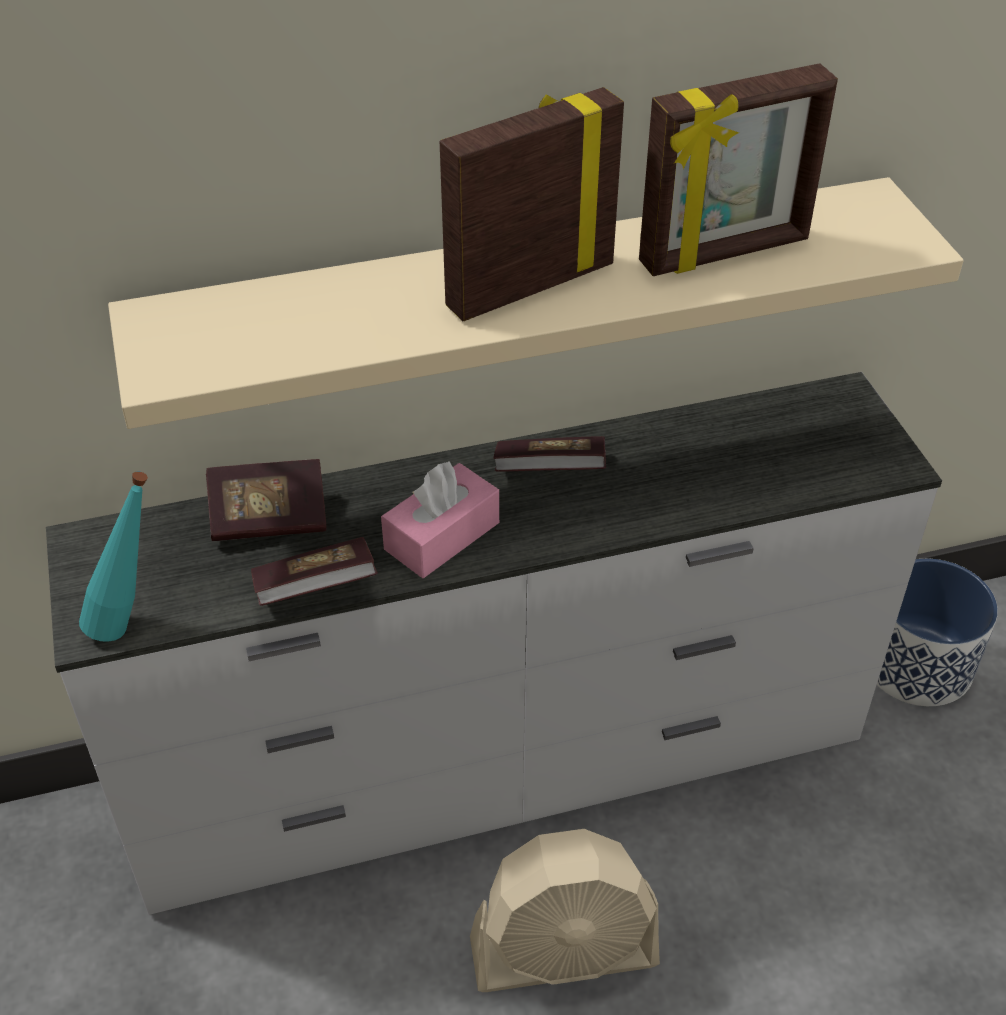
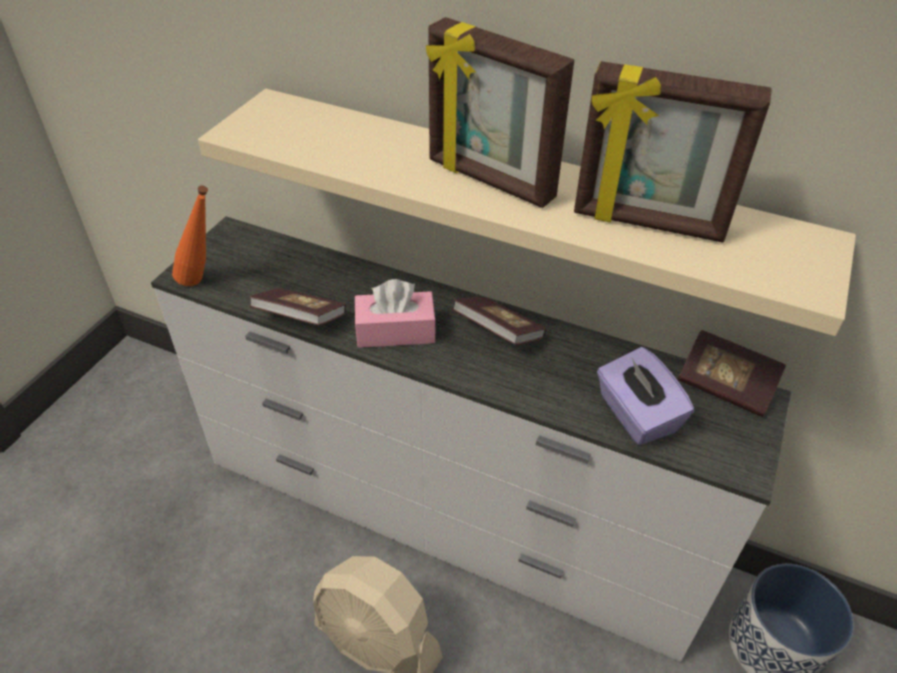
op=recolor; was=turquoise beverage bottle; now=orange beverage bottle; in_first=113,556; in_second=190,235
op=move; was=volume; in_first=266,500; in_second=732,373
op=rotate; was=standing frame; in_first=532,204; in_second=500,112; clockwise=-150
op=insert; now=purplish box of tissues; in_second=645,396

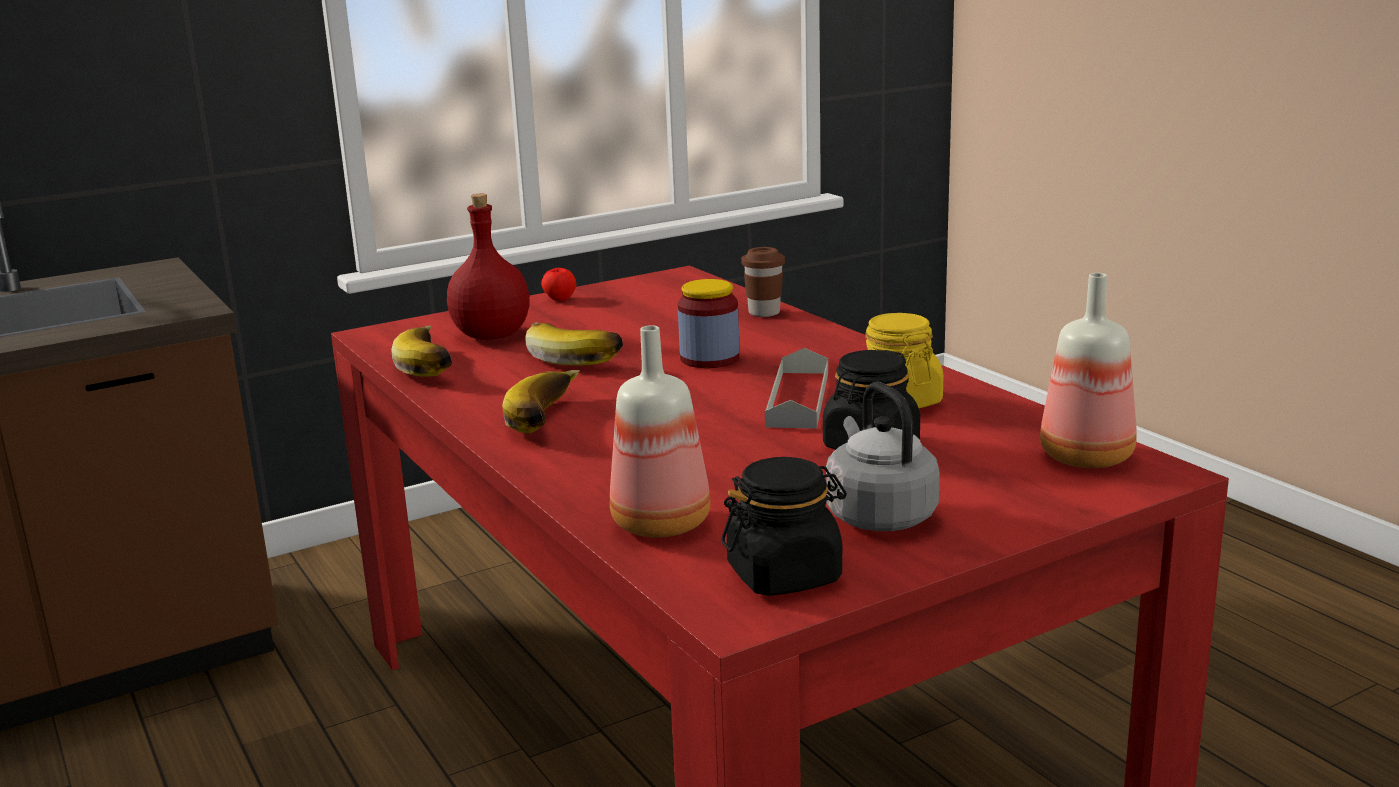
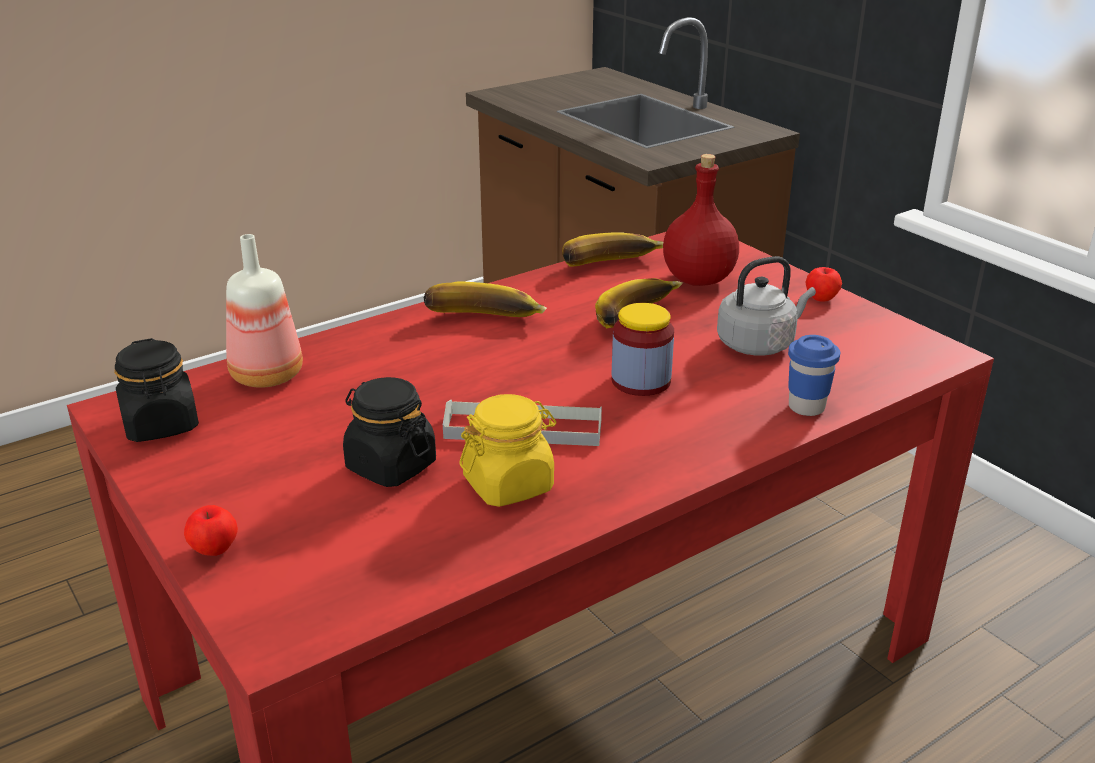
op=recolor; was=brownish drinking cup; now=blue-coloured drinking cup; in_first=763,282; in_second=814,375
op=move; was=greyish kettle; in_first=883,456; in_second=766,306
op=delete; was=beverage bottle; in_first=1088,370
op=insert; now=apple; in_second=211,530

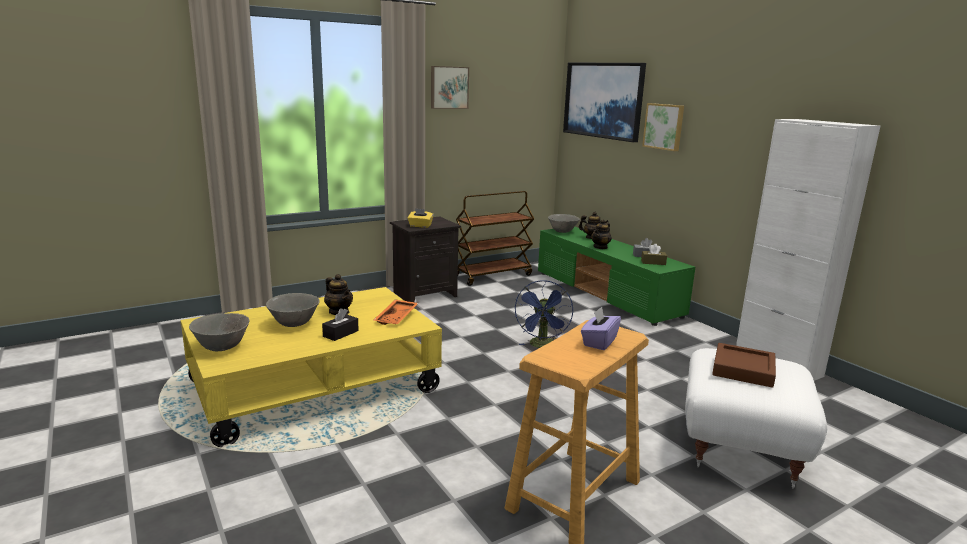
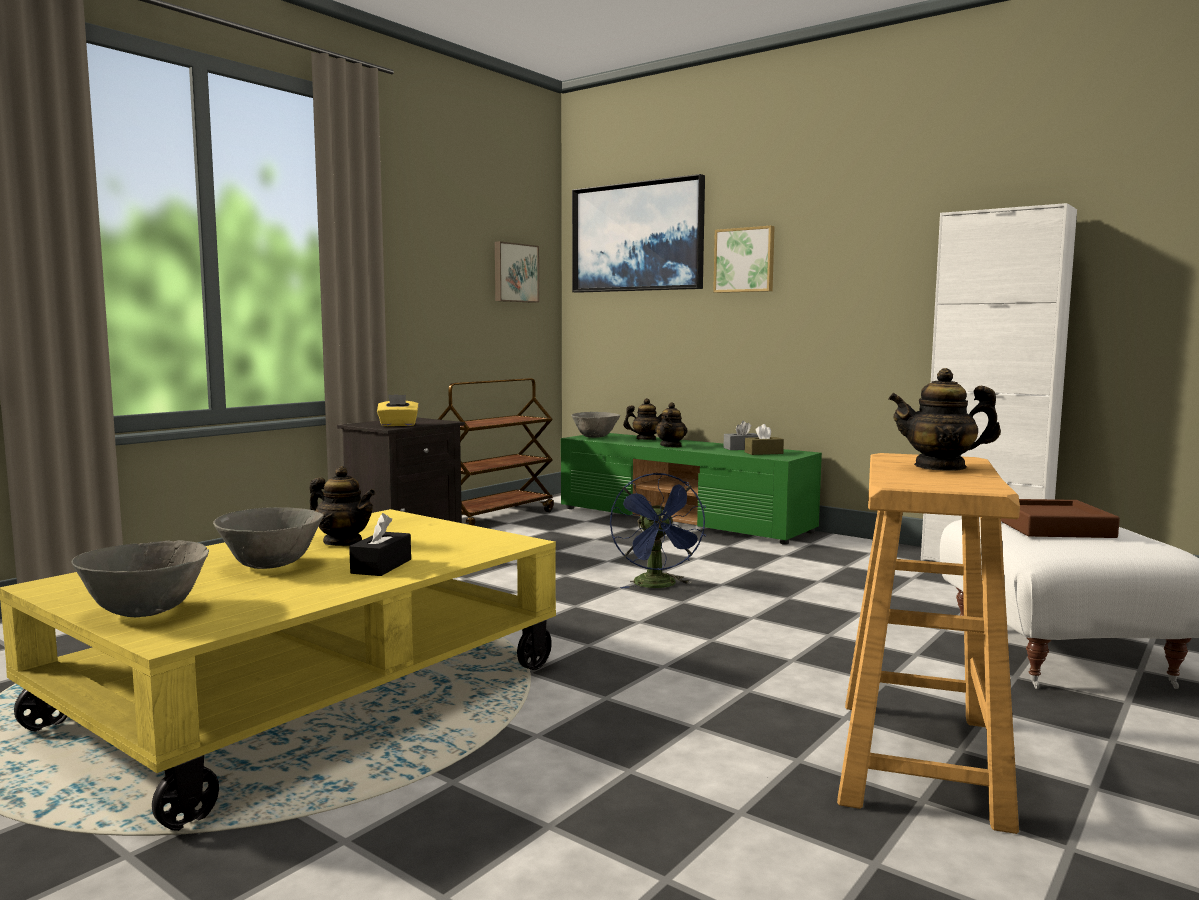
op=delete; was=orange tray; in_first=395,312
op=move; was=wall picture; in_first=450,87; in_second=517,272
op=replace; was=purplish box of tissues; now=teapot; in_first=601,328; in_second=944,419

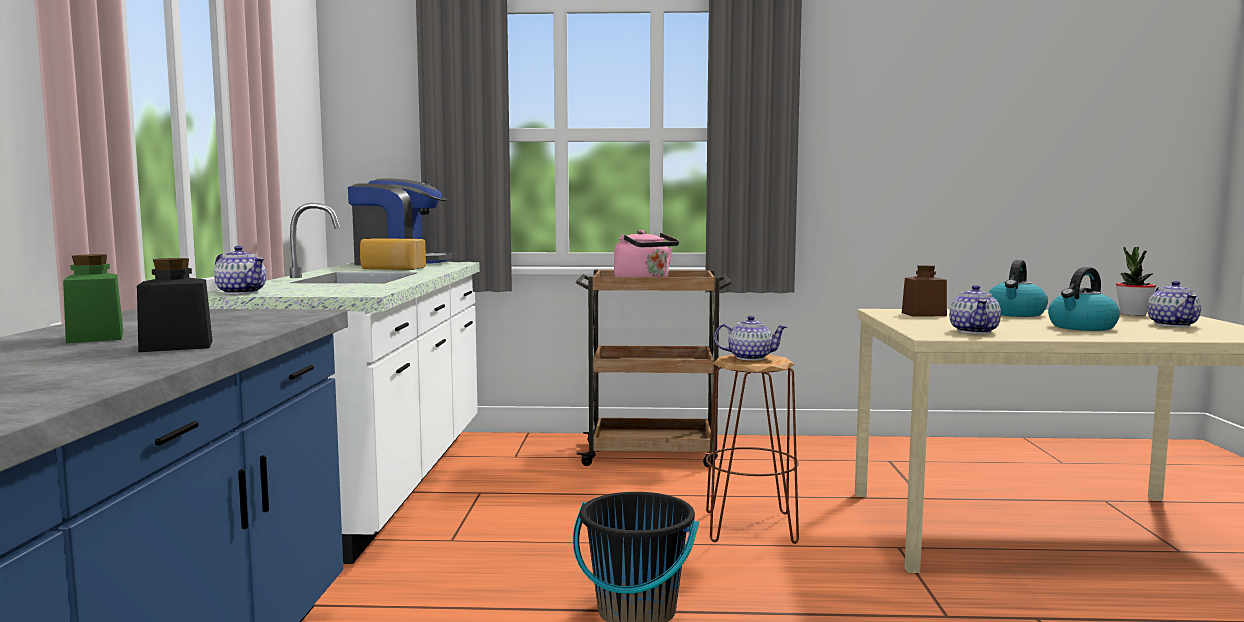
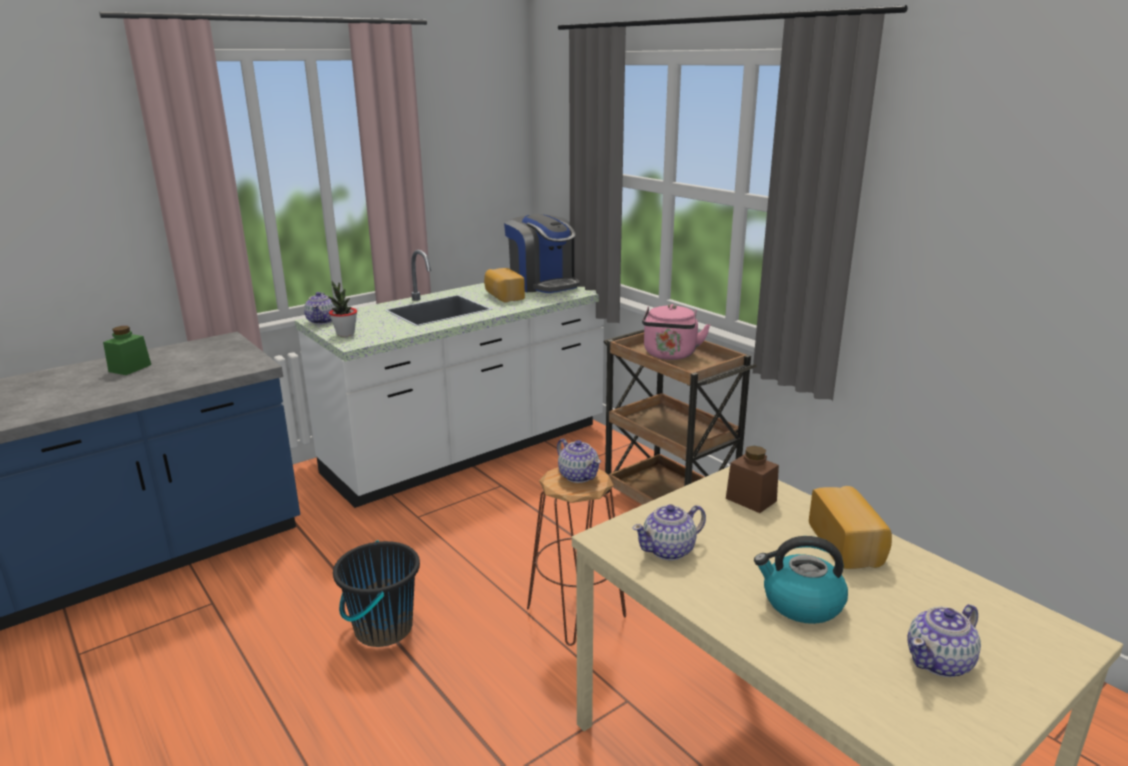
op=delete; was=black-coloured storage jar; in_first=175,305
op=replace; was=kettle; now=bakery bread; in_first=1018,288; in_second=850,527
op=move; was=potted plant; in_first=1136,281; in_second=343,309

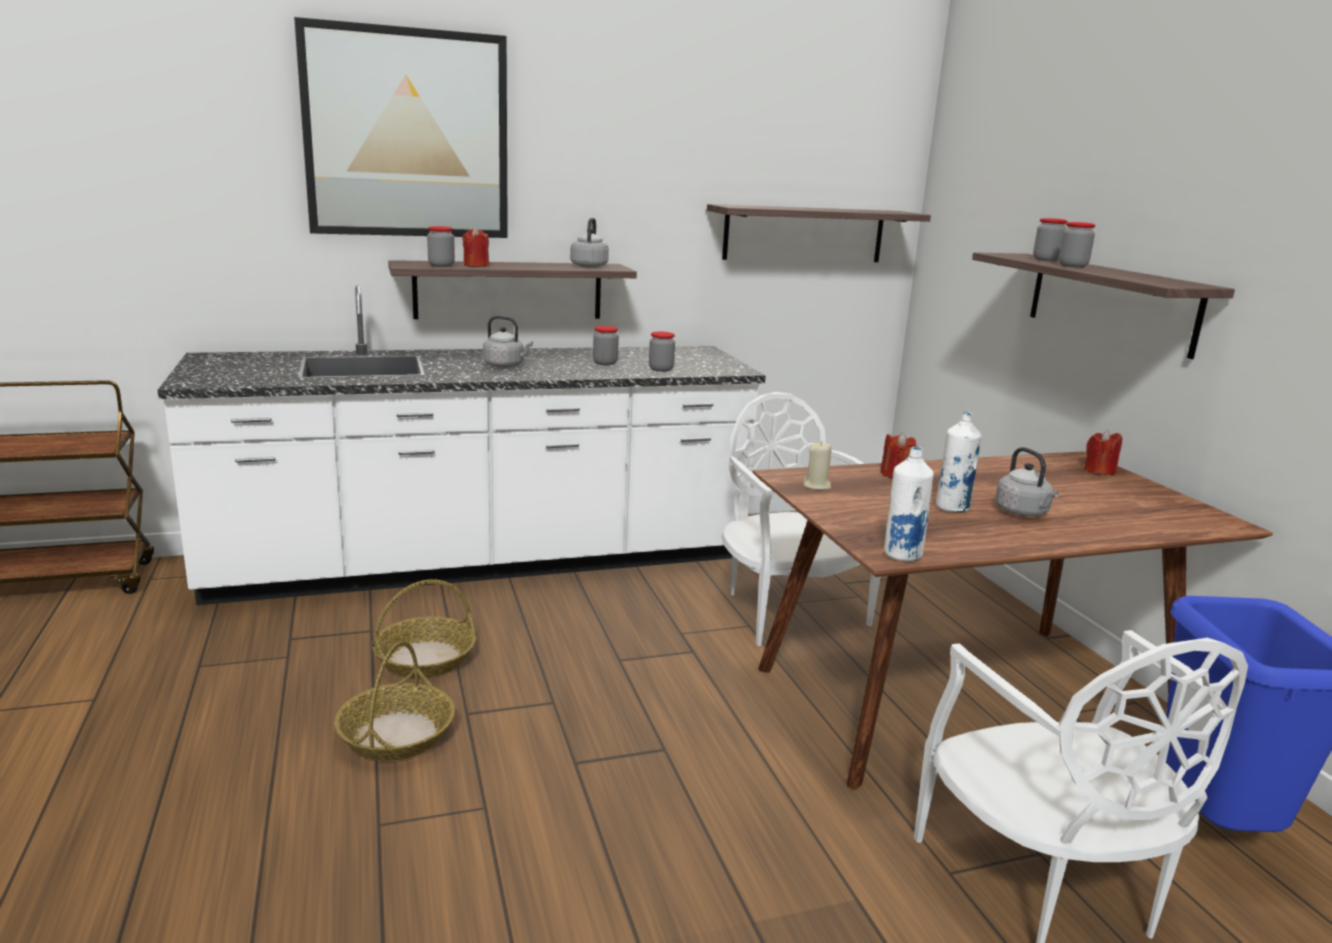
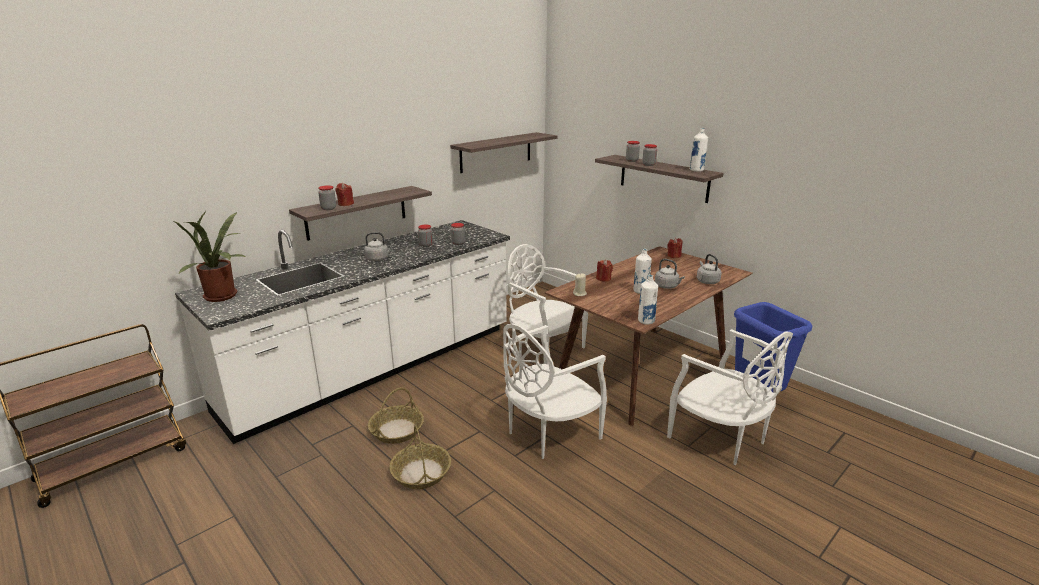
op=delete; was=wall picture; in_first=401,127
op=move; was=greyish kettle; in_first=589,243; in_second=709,269
op=insert; now=potted plant; in_second=208,256
op=insert; now=white-coloured upright chair; in_second=555,391
op=insert; now=white-coloured beverage bottle; in_second=699,150

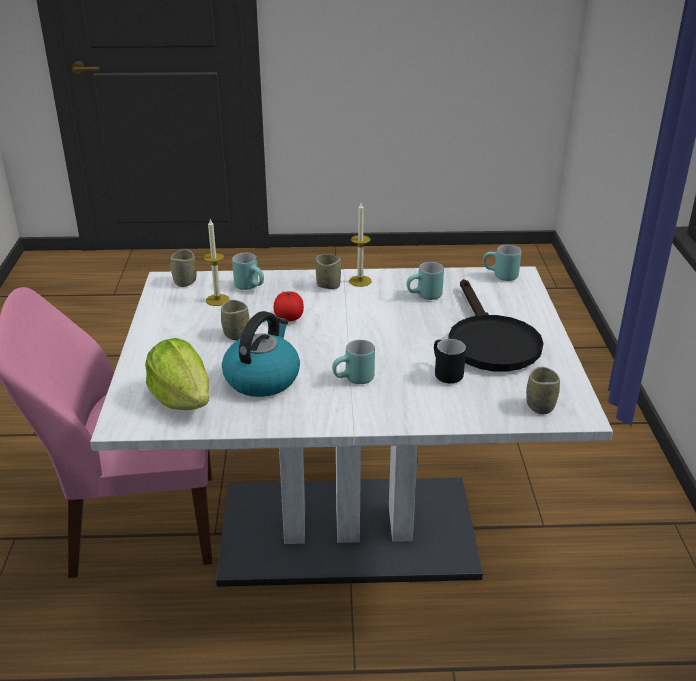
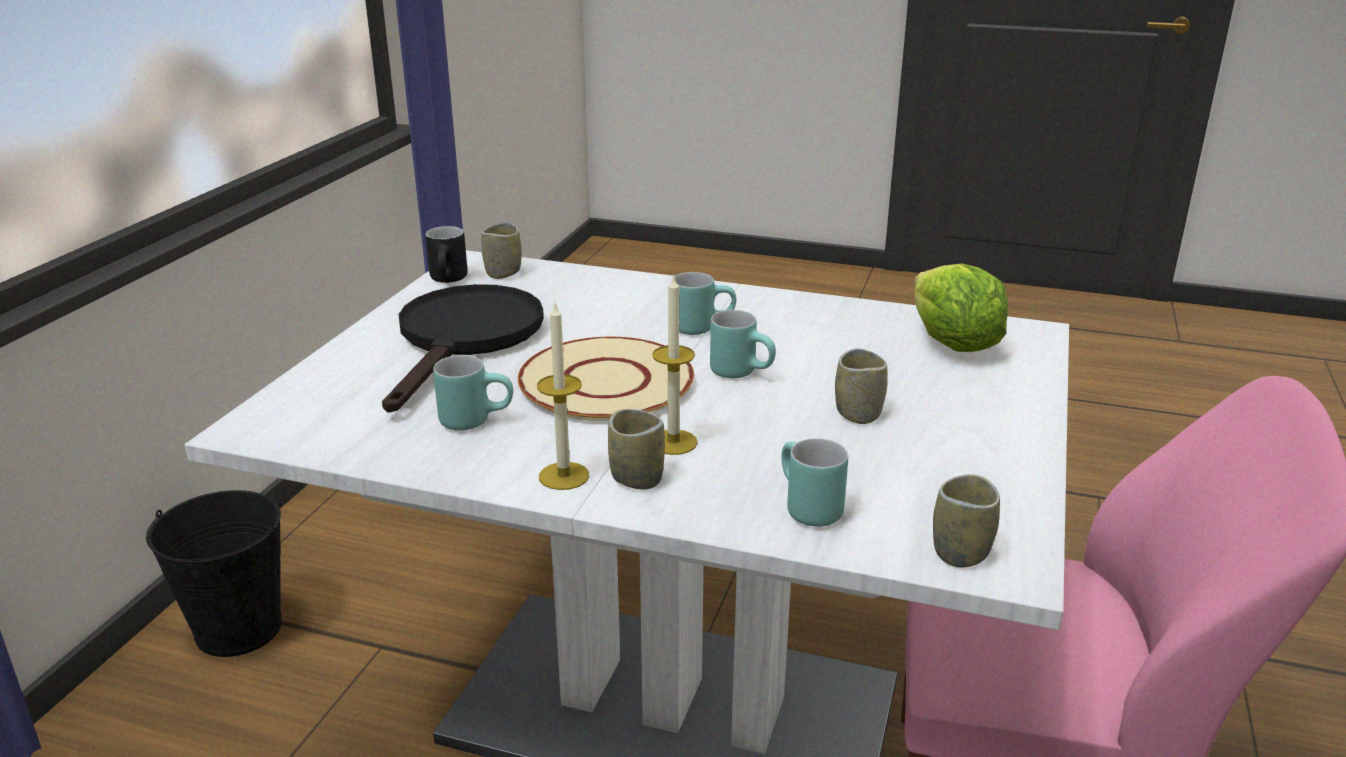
op=move; was=wax light; in_first=216,262; in_second=675,364
op=delete; was=kettle; in_first=261,354
op=delete; was=fresh tomato; in_first=288,306
op=move; was=black-coloured coffee mug; in_first=450,361; in_second=447,254
op=move; was=turquoise coffee mug; in_first=502,262; in_second=743,344
op=insert; now=black-coloured pail; in_second=214,573
op=insert; now=sand-coloured flat dish; in_second=606,379

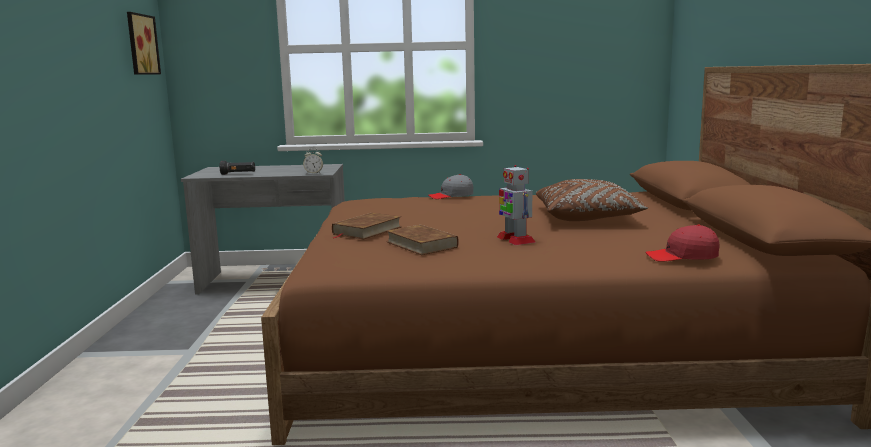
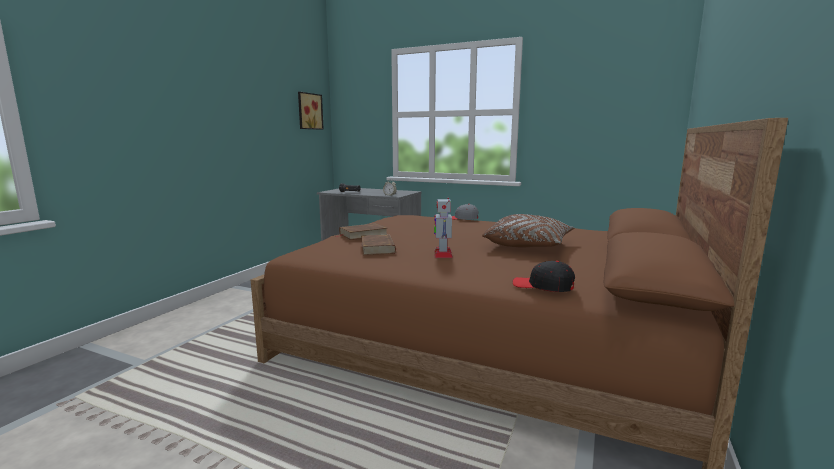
op=recolor; was=reddish baseball cap; now=black-coloured baseball cap; in_first=682,243; in_second=543,276

